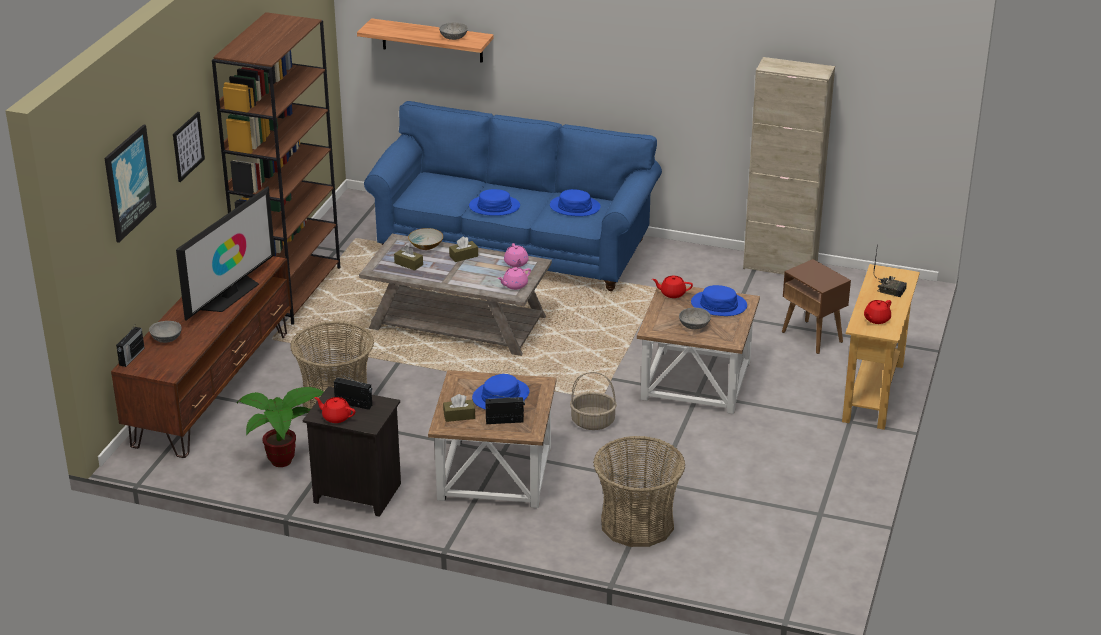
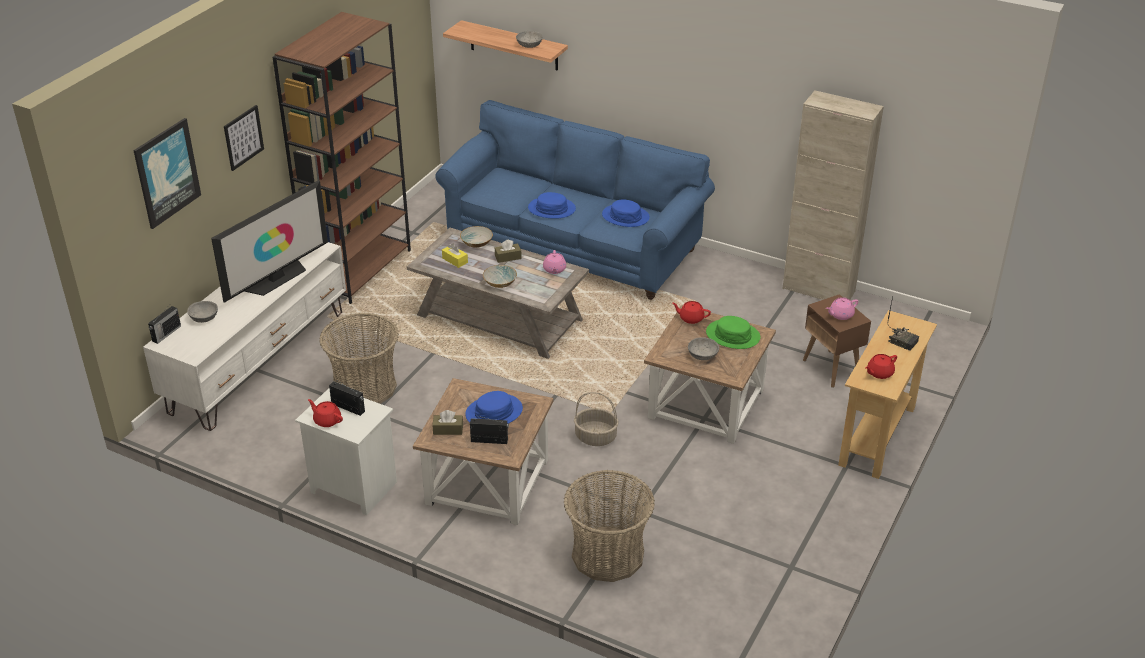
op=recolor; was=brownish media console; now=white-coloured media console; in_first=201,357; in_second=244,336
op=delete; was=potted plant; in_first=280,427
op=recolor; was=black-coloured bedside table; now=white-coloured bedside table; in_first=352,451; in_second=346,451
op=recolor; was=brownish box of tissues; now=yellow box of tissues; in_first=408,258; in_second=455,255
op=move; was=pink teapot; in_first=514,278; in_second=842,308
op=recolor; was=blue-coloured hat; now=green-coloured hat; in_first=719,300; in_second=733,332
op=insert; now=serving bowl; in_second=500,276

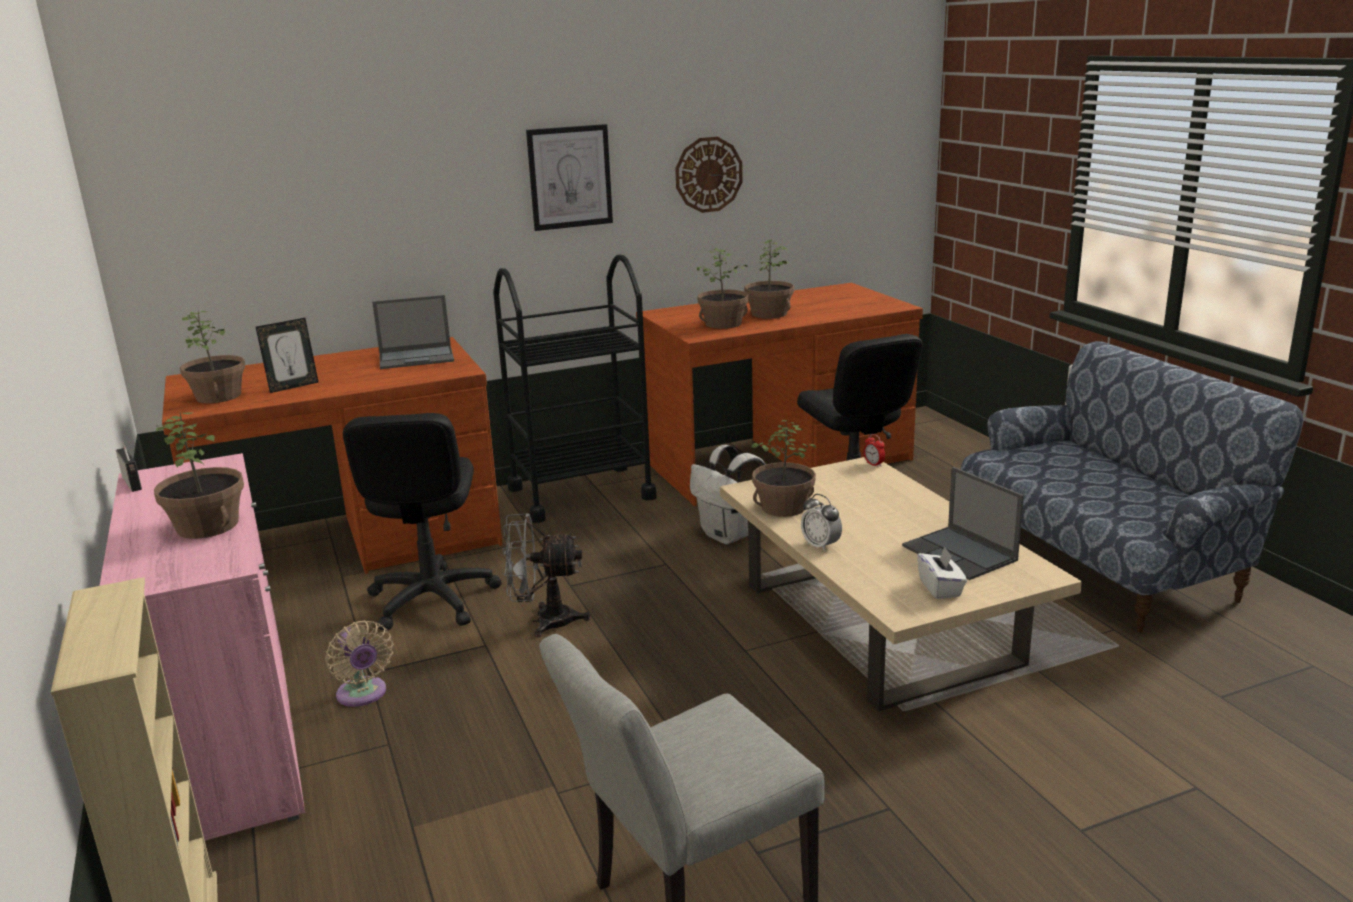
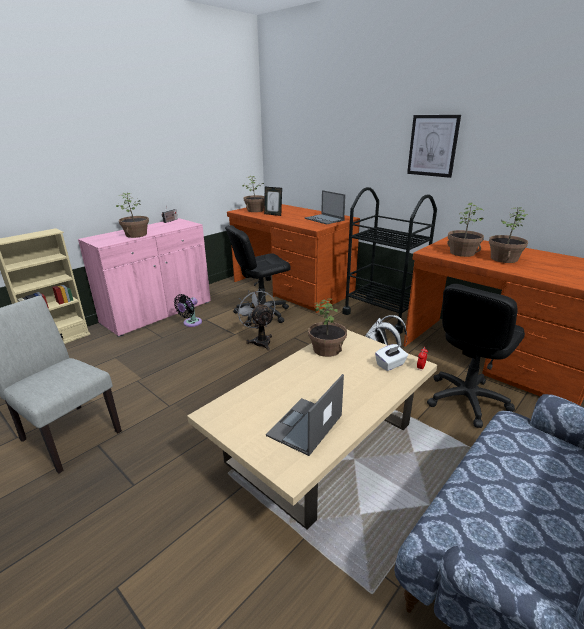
op=recolor; was=sand-coloured fan; now=black-coloured fan; in_first=360,663; in_second=188,310
op=delete; was=clock on the wall; in_first=709,175
op=delete; was=table clock; in_first=821,523
op=move; was=white-coloured box of tissues; in_first=942,573; in_second=391,357

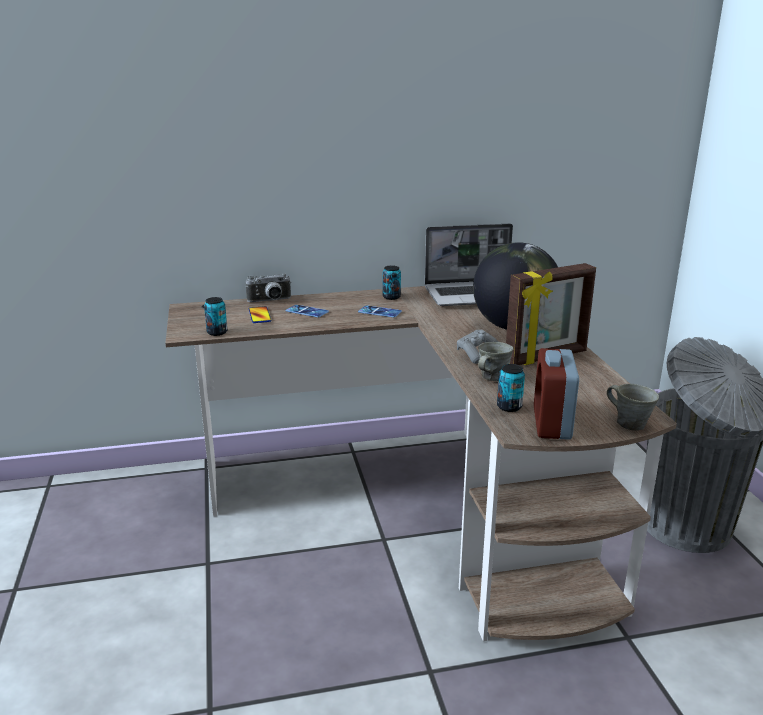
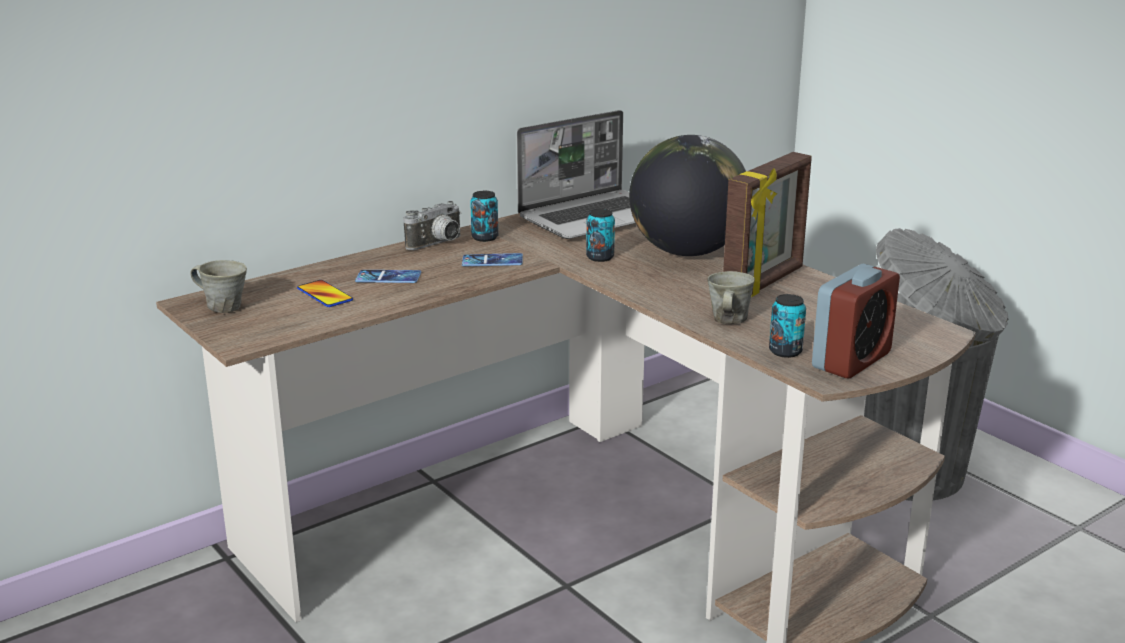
op=move; was=can; in_first=215,316; in_second=600,235
op=move; was=photo camera; in_first=268,287; in_second=432,225
op=delete; was=greyish gamepad; in_first=478,347
op=rotate; was=table clock; in_first=556,394; in_second=856,320; clockwise=-120
op=move; was=greyish coffee mug; in_first=633,407; in_second=218,286

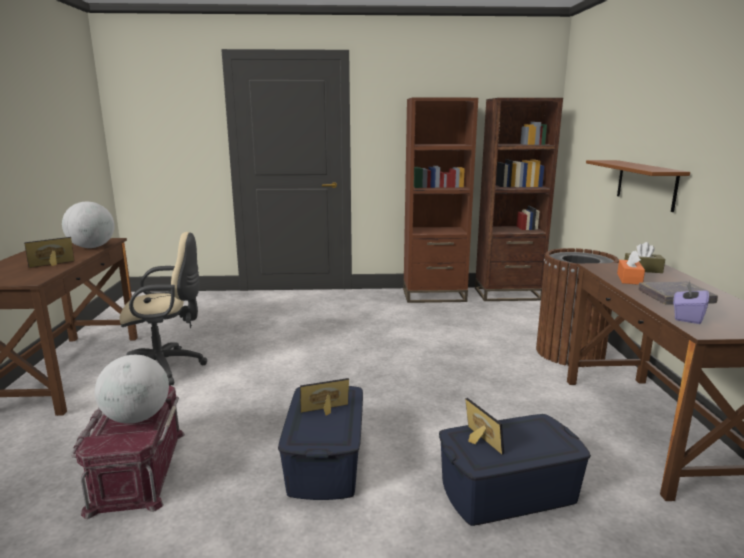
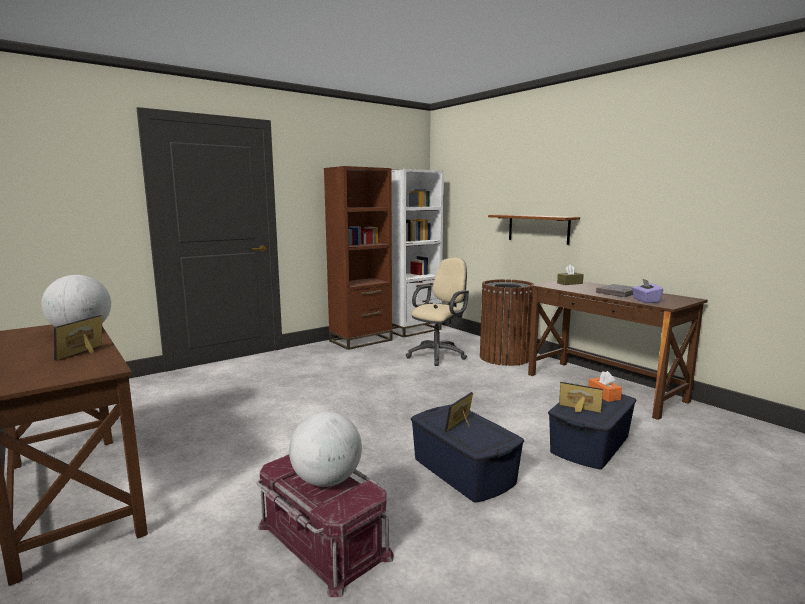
op=move; was=sand-coloured desk chair; in_first=163,309; in_second=437,312
op=recolor; was=brownish bookshelf; now=white-coloured bookshelf; in_first=519,199; in_second=417,253
op=move; was=orange box of tissues; in_first=631,267; in_second=605,386

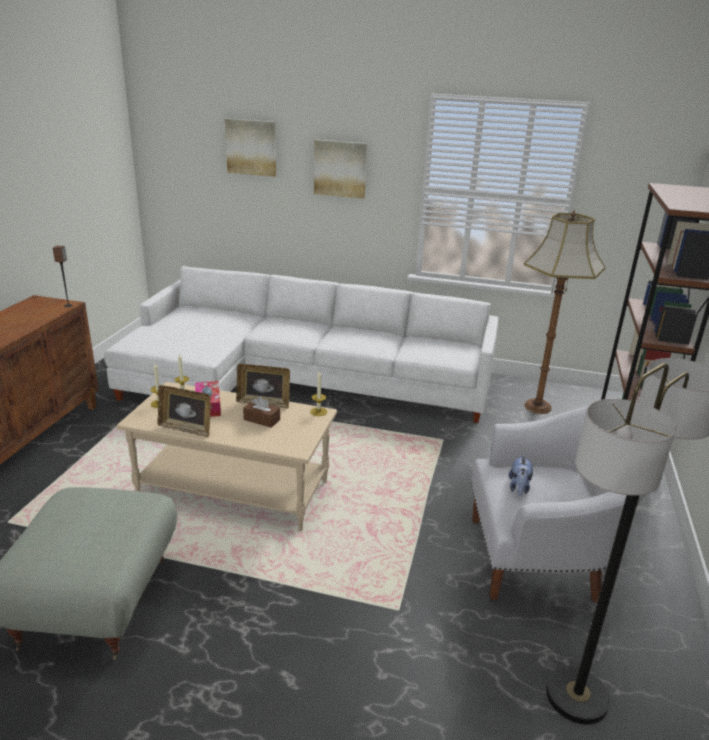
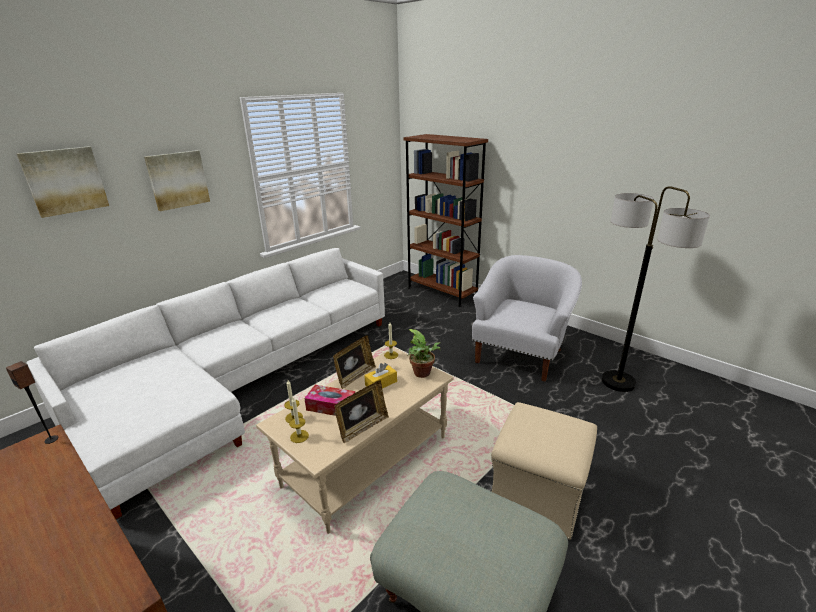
op=recolor; was=brownish box of tissues; now=yellow box of tissues; in_first=261,412; in_second=380,375
op=delete; was=soft toy; in_first=521,475
op=delete; was=floor lamp; in_first=564,312
op=insert; now=potted plant; in_second=424,353
op=insert; now=sand-coloured pouffe; in_second=544,471

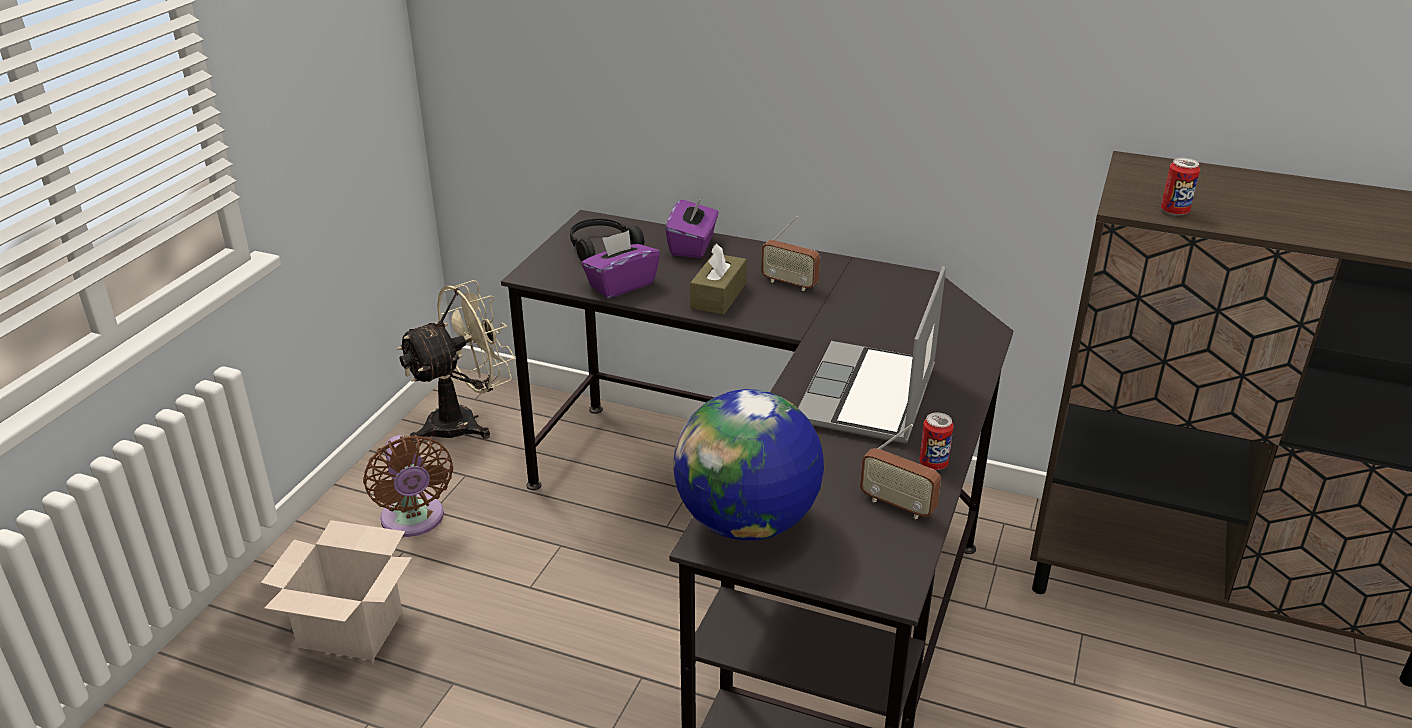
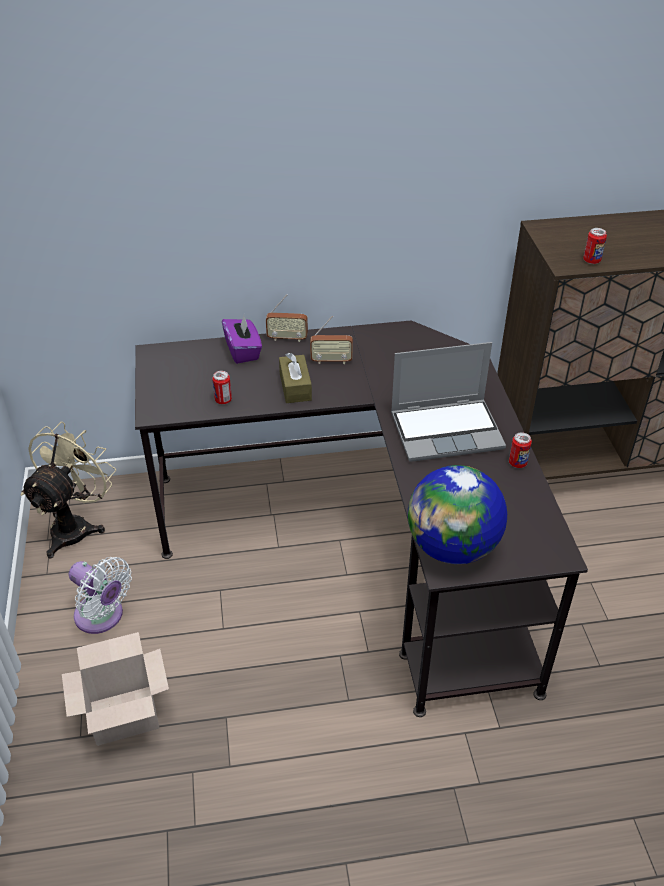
op=recolor; was=brownish fan; now=white-coloured fan; in_first=408,486; in_second=100,595
op=delete; was=black-coloured headset; in_first=607,240
op=replace; was=purplish box of tissues; now=can; in_first=620,264; in_second=222,387
op=rotate; was=laptop; in_first=872,355; in_second=448,402; clockwise=-90
op=move; was=radio receiver; in_first=900,471; in_second=287,318

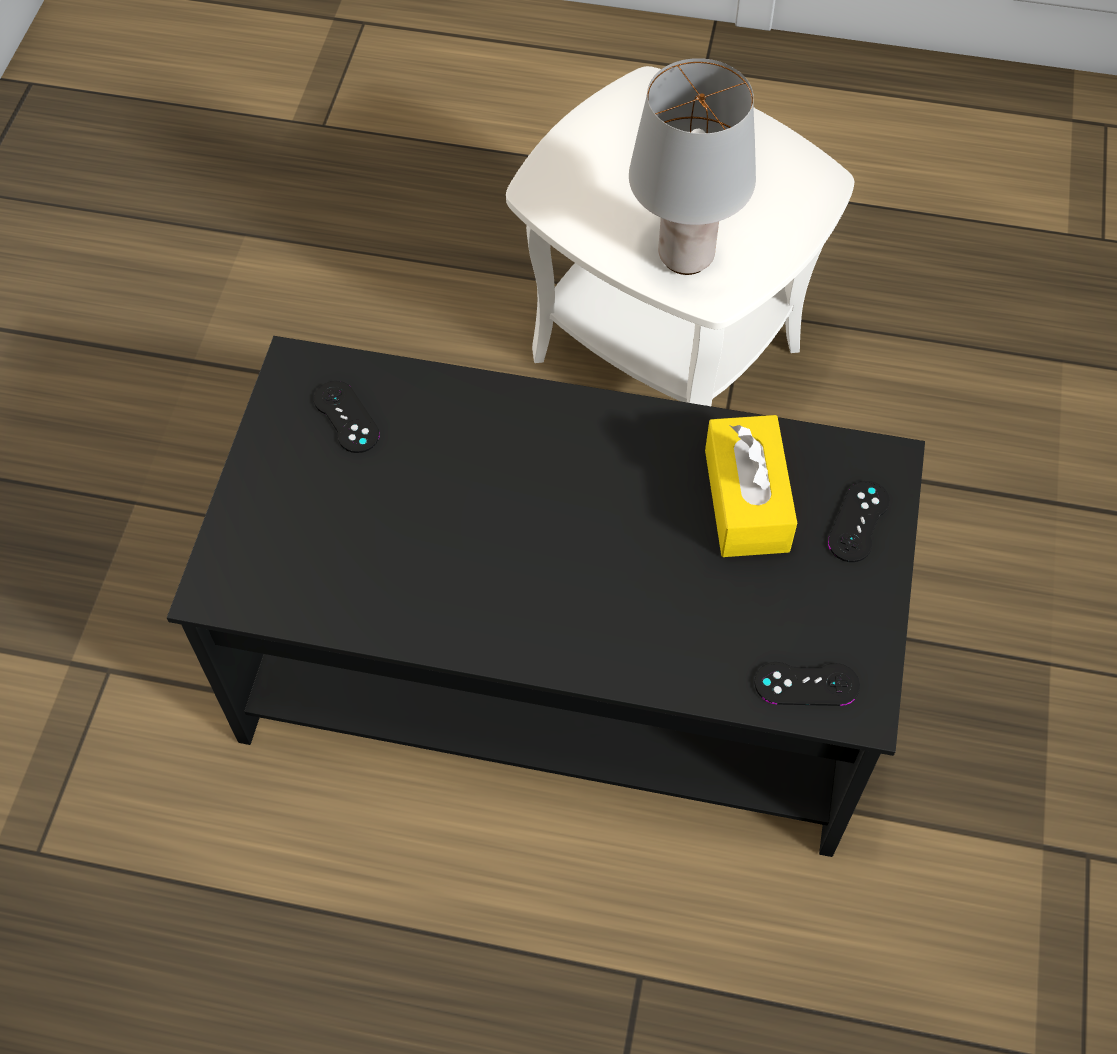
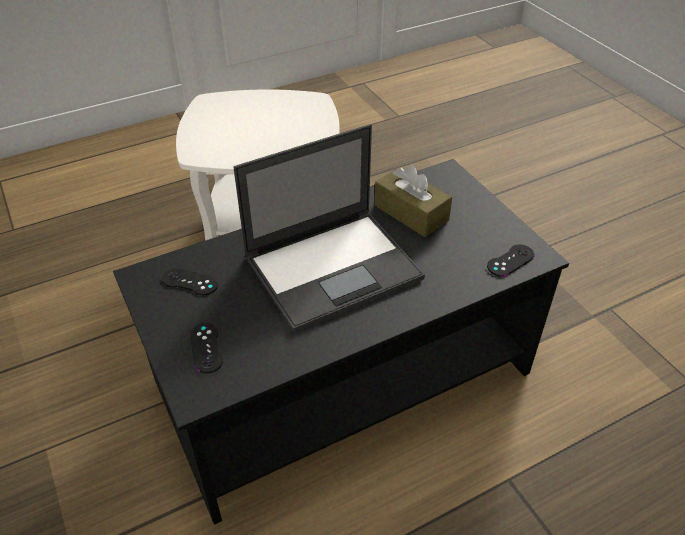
op=delete; was=greyish table lamp; in_first=692,166
op=recolor; was=yellow box of tissues; now=brownish box of tissues; in_first=751,486; in_second=413,201
op=move; was=black-coloured gamepad; in_first=859,521; in_second=206,348
op=insert; now=laptop; in_second=329,228

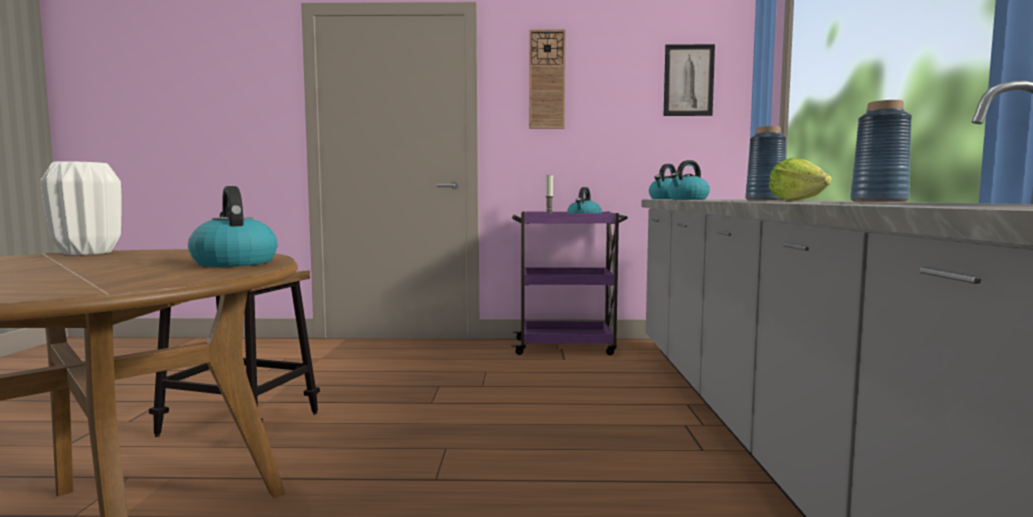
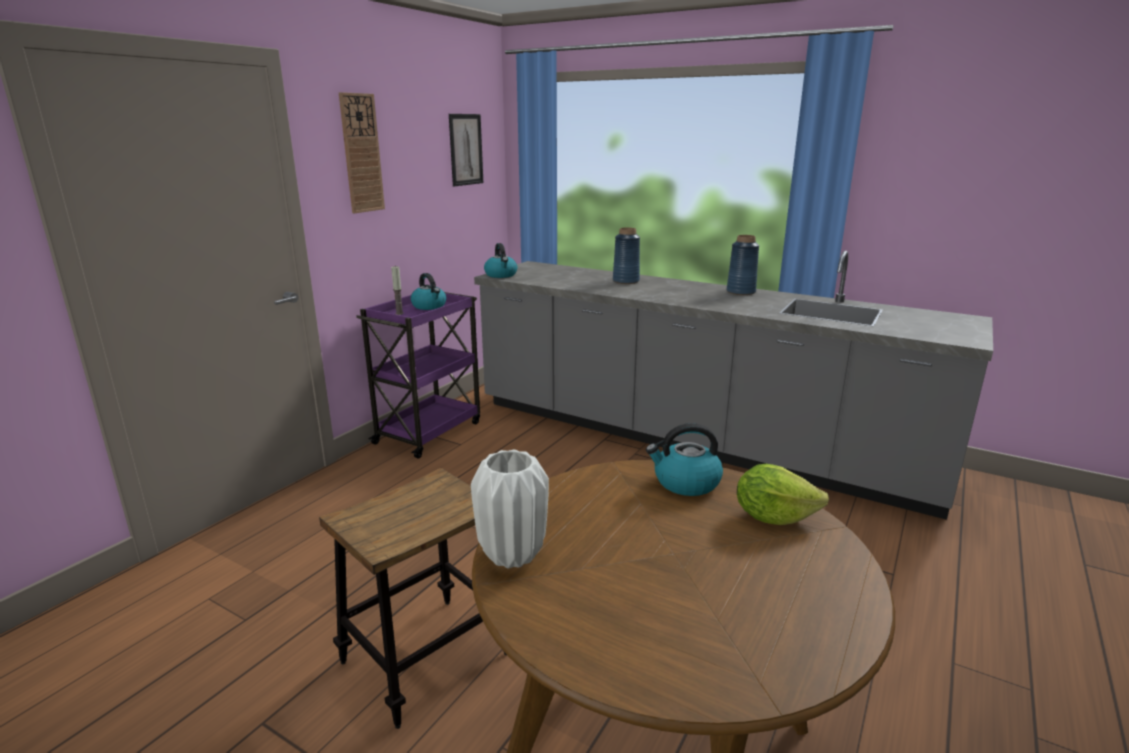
op=delete; was=kettle; in_first=689,180
op=move; was=lettuce; in_first=800,179; in_second=783,494

